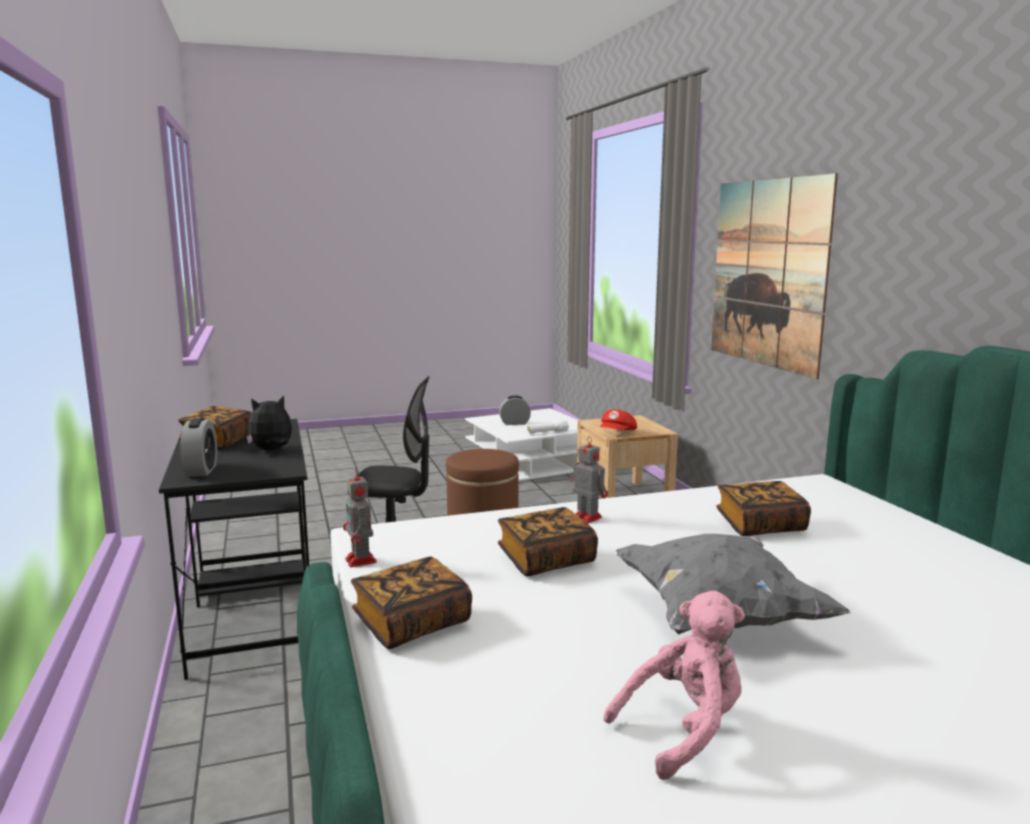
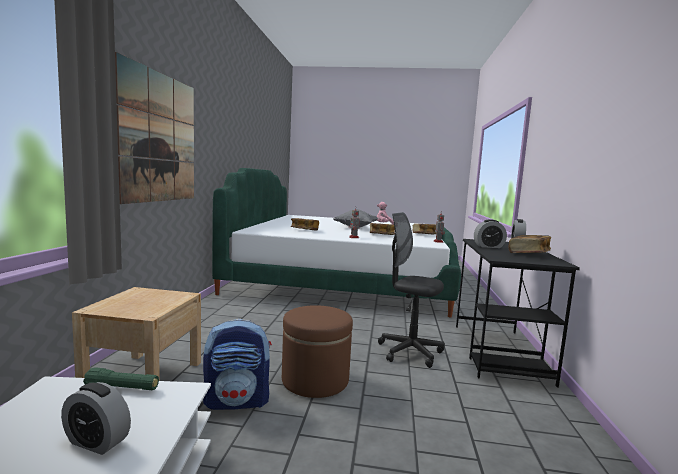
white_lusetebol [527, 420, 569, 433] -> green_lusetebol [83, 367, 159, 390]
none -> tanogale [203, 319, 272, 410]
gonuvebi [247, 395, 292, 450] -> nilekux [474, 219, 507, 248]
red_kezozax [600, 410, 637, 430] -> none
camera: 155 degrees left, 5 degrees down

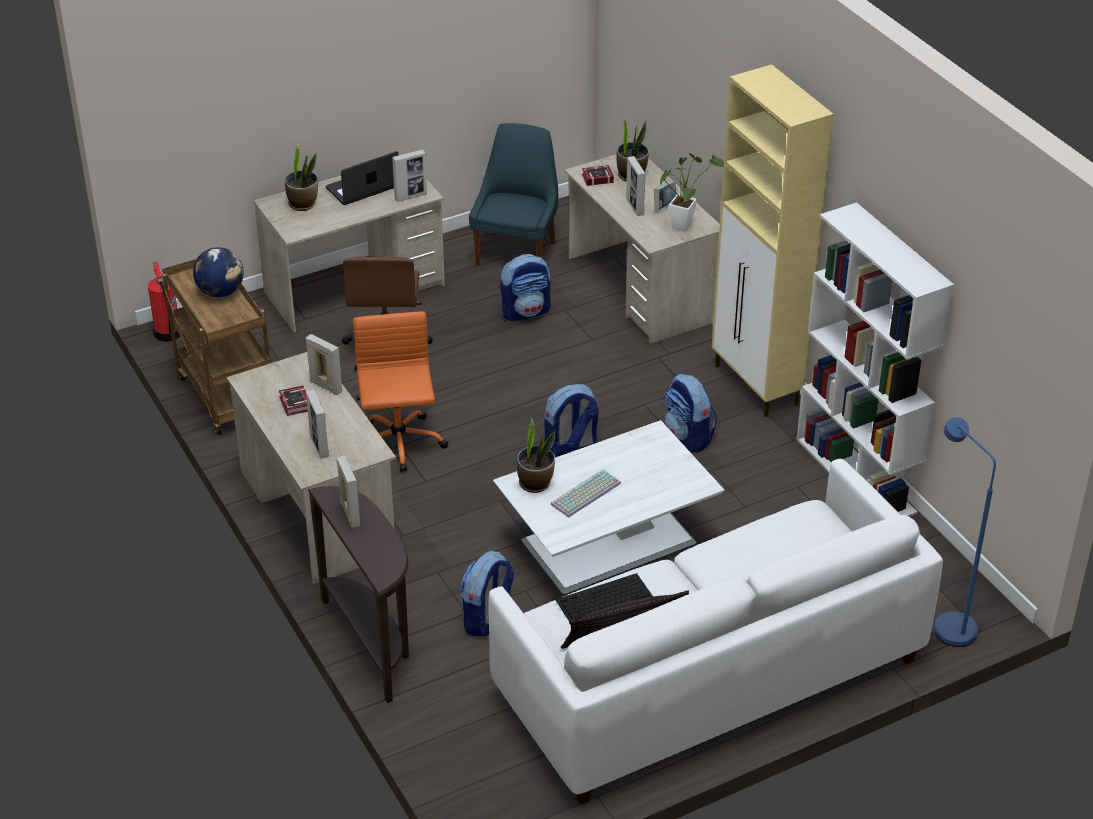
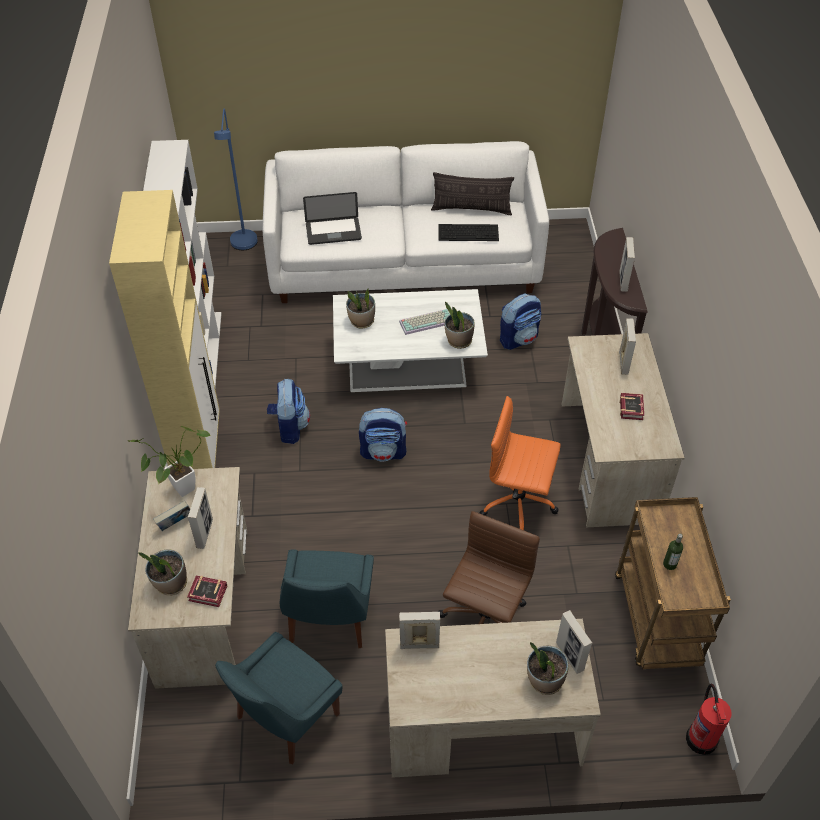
tanogale [500, 254, 551, 321] -> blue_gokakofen [280, 549, 374, 648]
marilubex [326, 151, 398, 205] -> marilubex [303, 192, 362, 245], shifted
none -> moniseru [346, 289, 375, 329]
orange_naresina [353, 311, 449, 472] -> orange_naresina [479, 396, 561, 530], 90 degrees clockwise
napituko [305, 334, 342, 395] -> napituko [556, 610, 592, 674], shifted
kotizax [193, 247, 244, 297] -> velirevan [663, 534, 683, 570]
camera: 155 degrees left, 10 degrees up

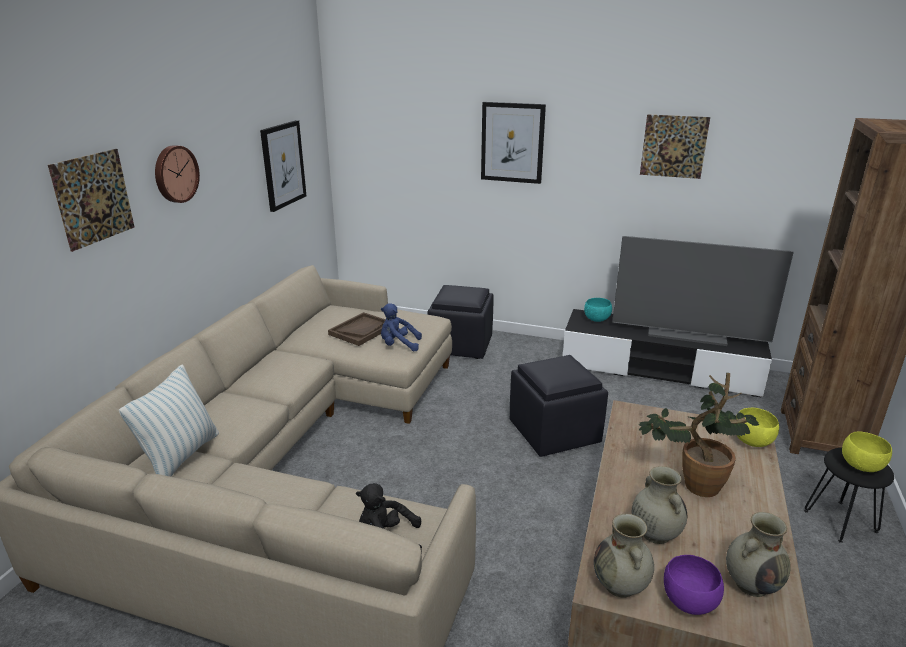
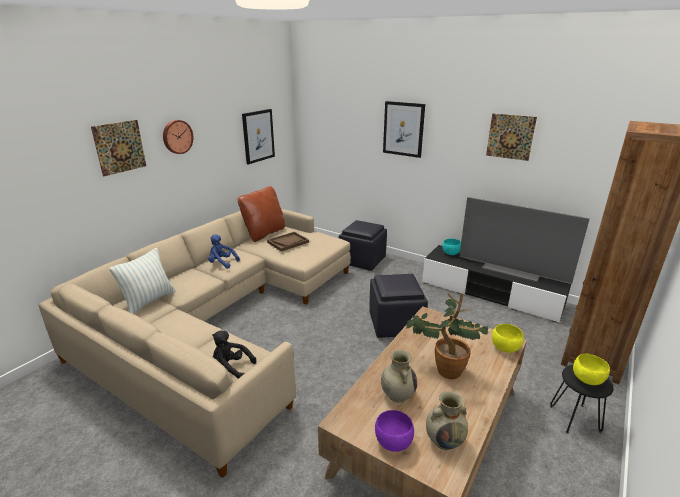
blue_gonuvebi [381, 303, 422, 351] -> blue_gonuvebi [208, 234, 240, 269], shifted
none -> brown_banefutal [238, 186, 286, 242]
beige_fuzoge [594, 513, 654, 597] -> none
camera: 15 degrees right, 0 degrees up

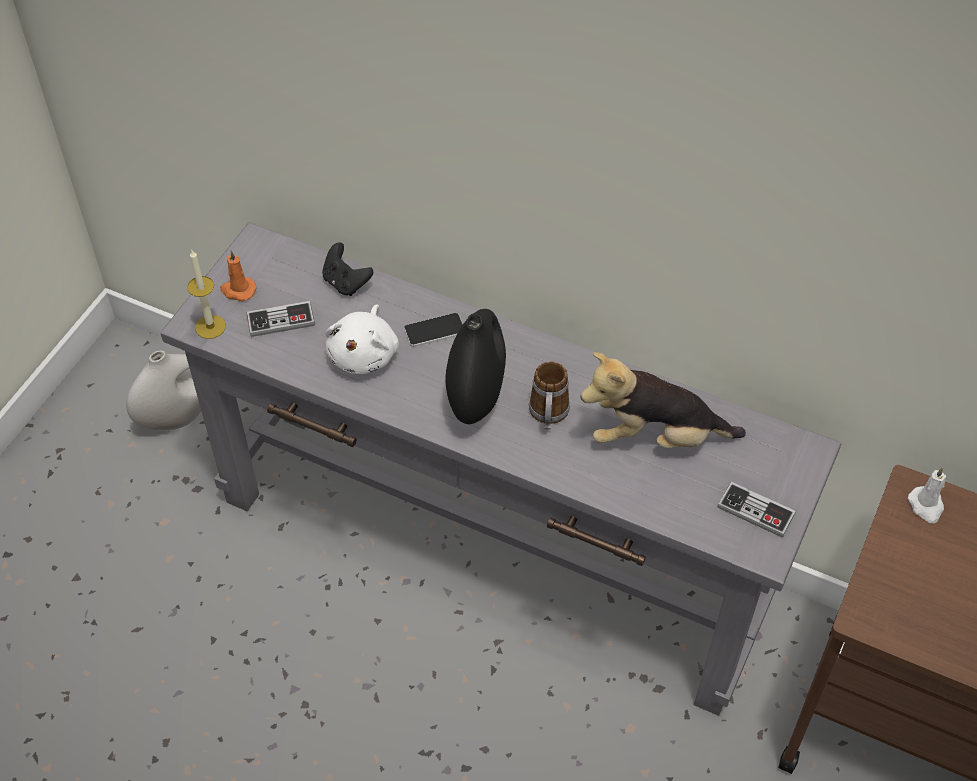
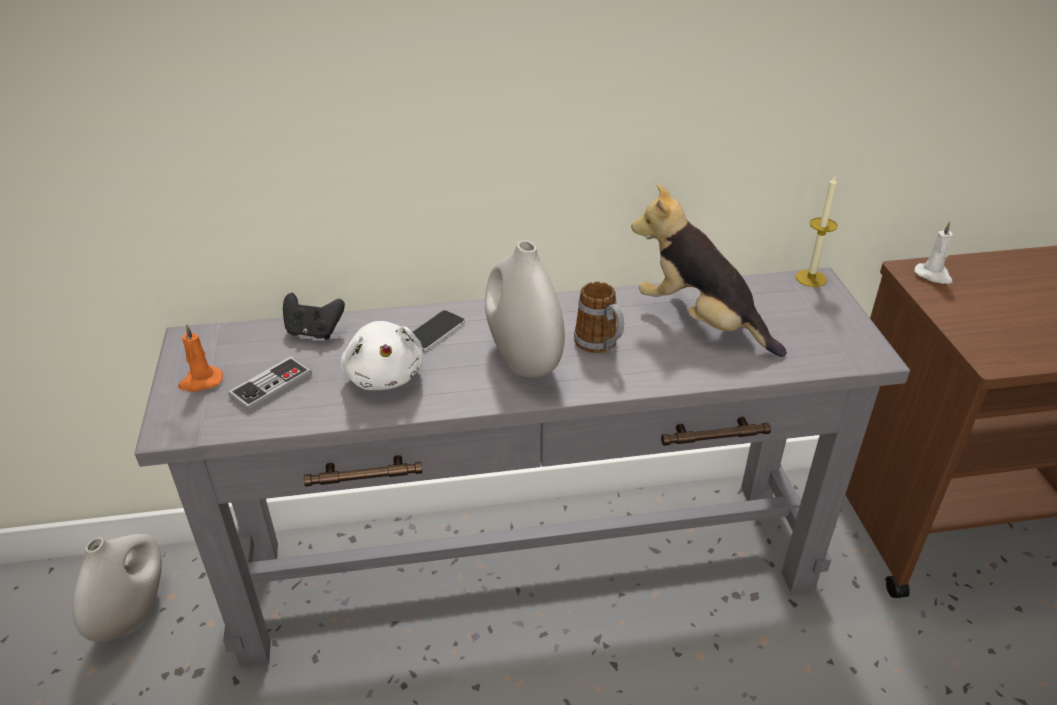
black_fuzoge [446, 309, 506, 424] -> white_fuzoge [485, 240, 565, 378]
gonuvebi [581, 352, 746, 448] -> gonuvebi [631, 184, 787, 357], 75 degrees clockwise
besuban [187, 250, 226, 339] -> besuban [796, 176, 838, 287], shifted
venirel [717, 482, 796, 538] -> none
camera: 35 degrees left, 15 degrees down

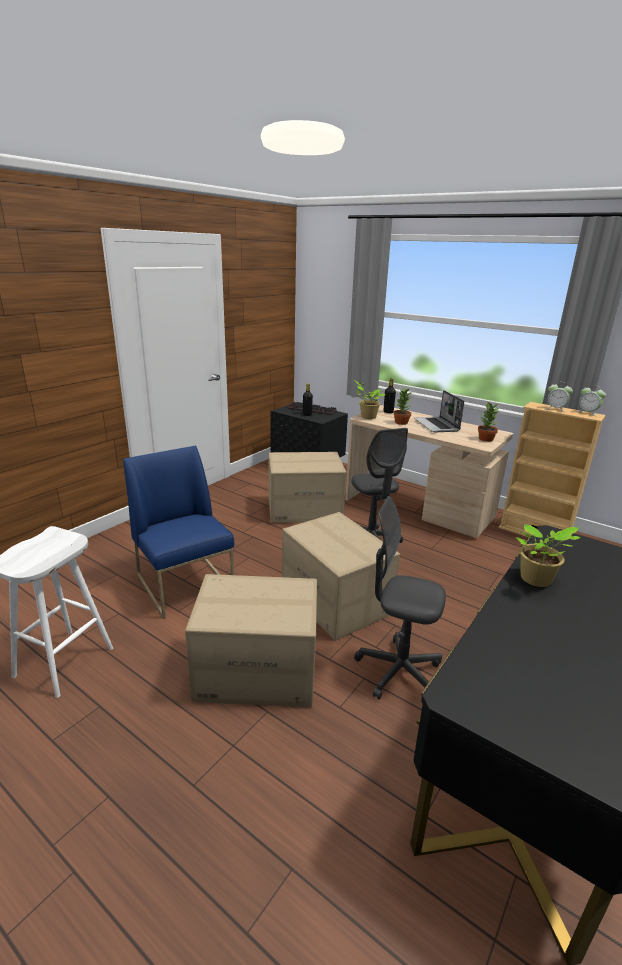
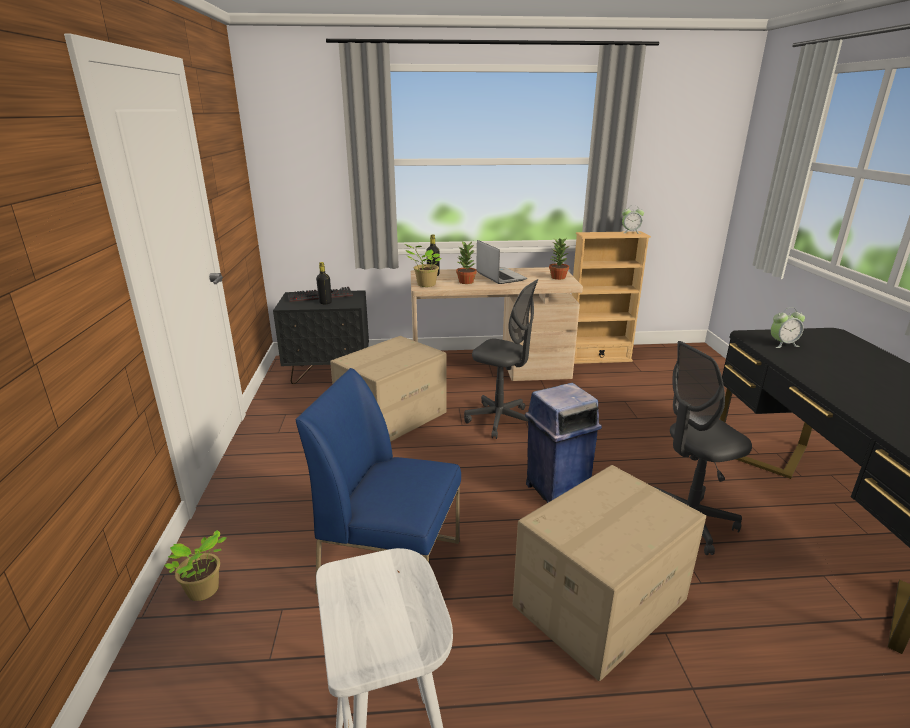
moniseru [516, 524, 580, 587] -> moniseru [164, 530, 226, 601], shifted
marilubex [414, 390, 464, 433] -> marilubex [476, 240, 527, 284], 150 degrees counterclockwise
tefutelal [282, 512, 400, 641] -> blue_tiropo [525, 383, 602, 503]
nilekux [547, 384, 573, 412] -> nilekux [771, 307, 805, 348], shifted
camera: 40 degrees left, 0 degrees up

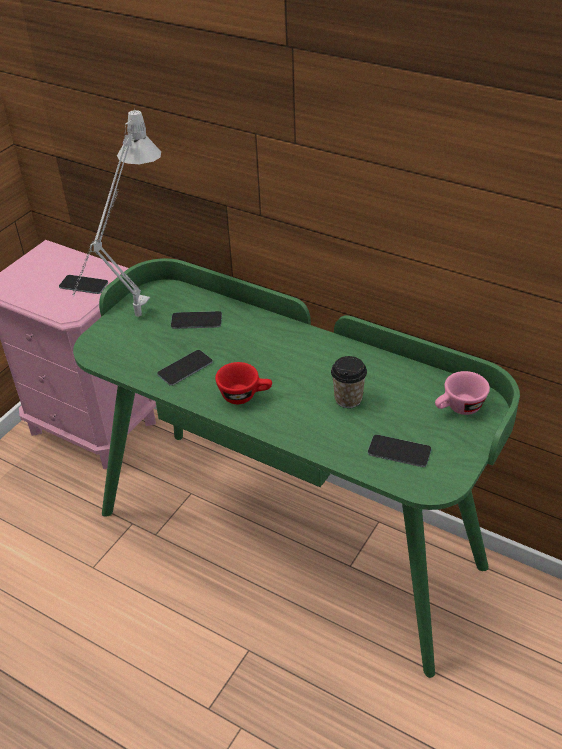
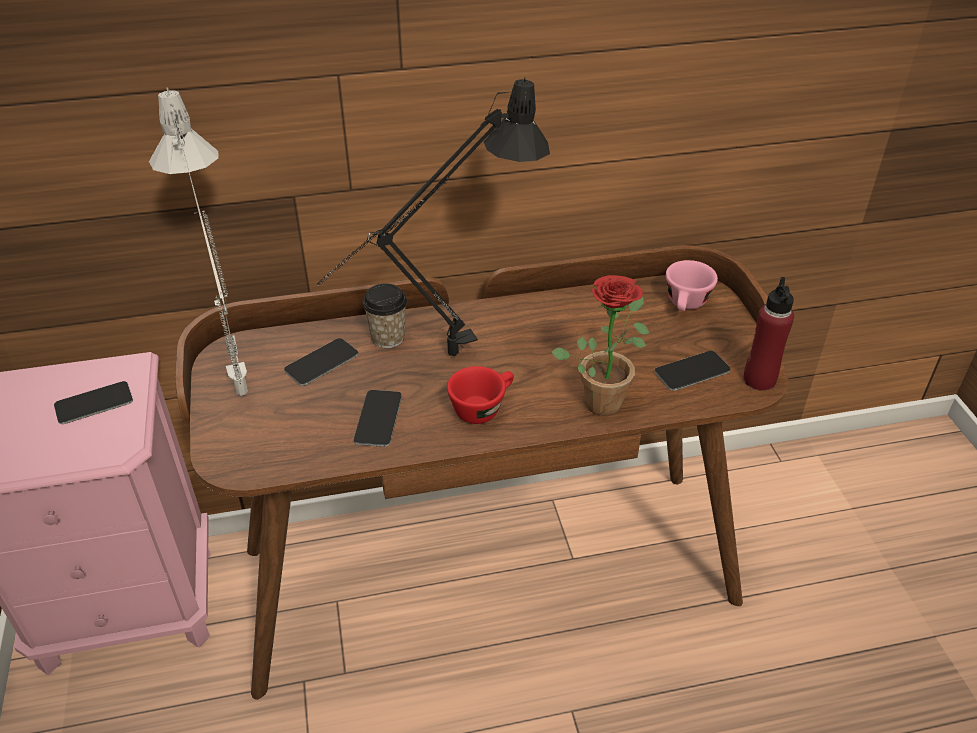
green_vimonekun [73, 258, 520, 678] -> brown_vimonekun [175, 245, 789, 700]
none -> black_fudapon [317, 78, 550, 356]
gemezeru [331, 356, 367, 408] -> gemezeru [363, 283, 407, 348], shifted
none -> moniseru [552, 275, 649, 416]
none -> red_velirevan [743, 277, 794, 391]
camera: 45 degrees left, 0 degrees up

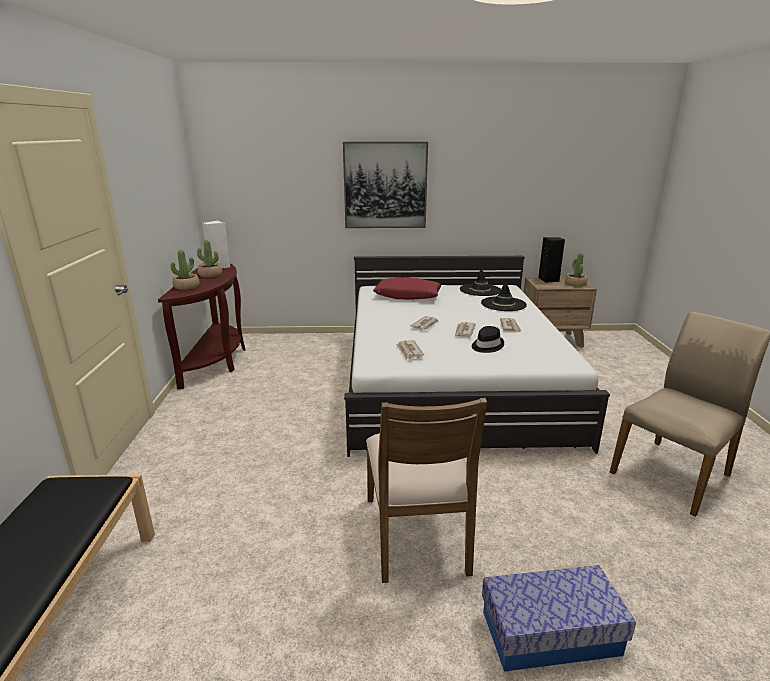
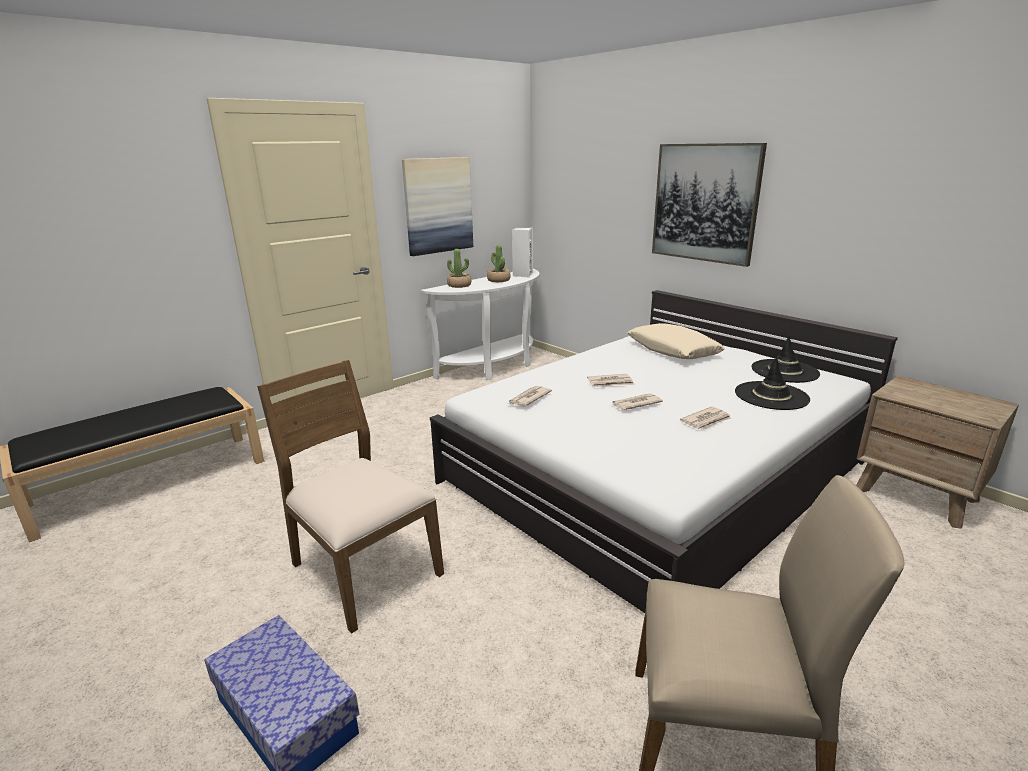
brown_gokakofen [366, 398, 487, 583] -> brown_gokakofen [257, 360, 444, 633], 90 degrees clockwise
none -> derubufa [402, 157, 473, 256]
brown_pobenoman [158, 262, 246, 389] -> white_pobenoman [421, 269, 540, 380]
red_banefutal [373, 278, 441, 299] -> beige_banefutal [628, 323, 725, 359]
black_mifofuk [472, 326, 504, 353] -> none
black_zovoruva [538, 237, 565, 283] -> none
moniseru [565, 253, 588, 287] -> none
camera: 50 degrees right, 0 degrees up

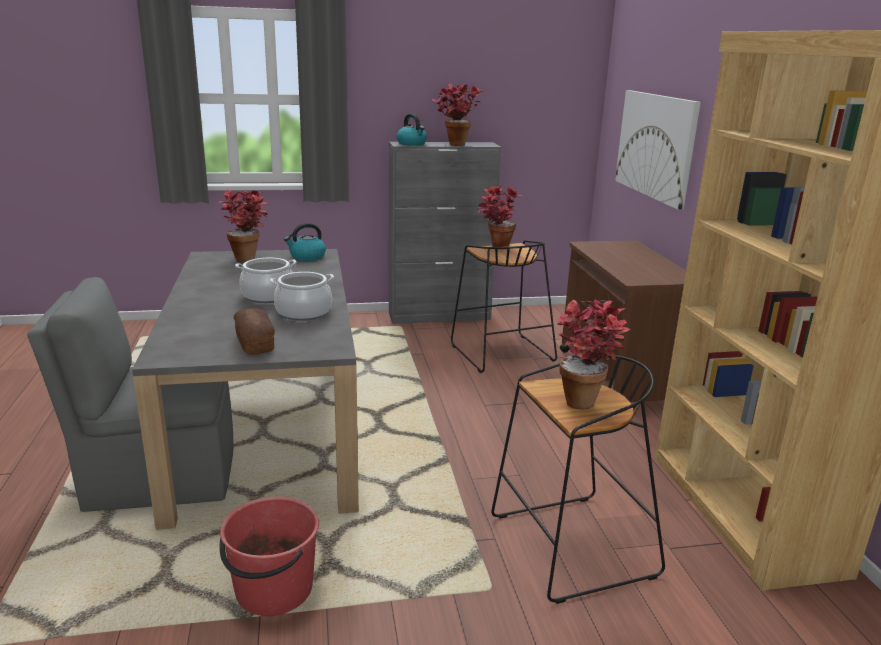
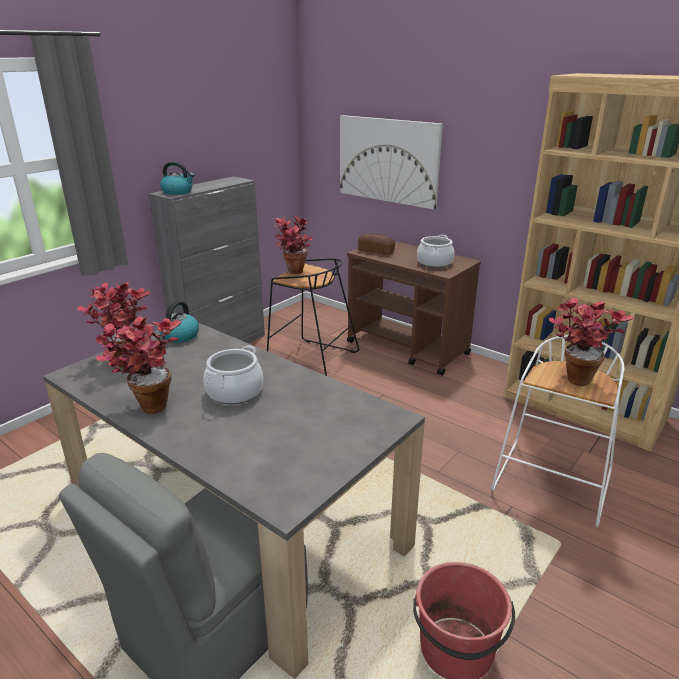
moniseru [432, 84, 485, 146] -> moniseru [95, 316, 182, 414], shifted
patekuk [234, 308, 275, 354] -> patekuk [358, 234, 395, 255], shifted
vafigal [270, 272, 334, 321] -> vafigal [417, 235, 454, 268], shifted
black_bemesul [491, 355, 665, 604] -> white_bemesul [491, 335, 624, 527]
camera: 40 degrees left, 5 degrees up

